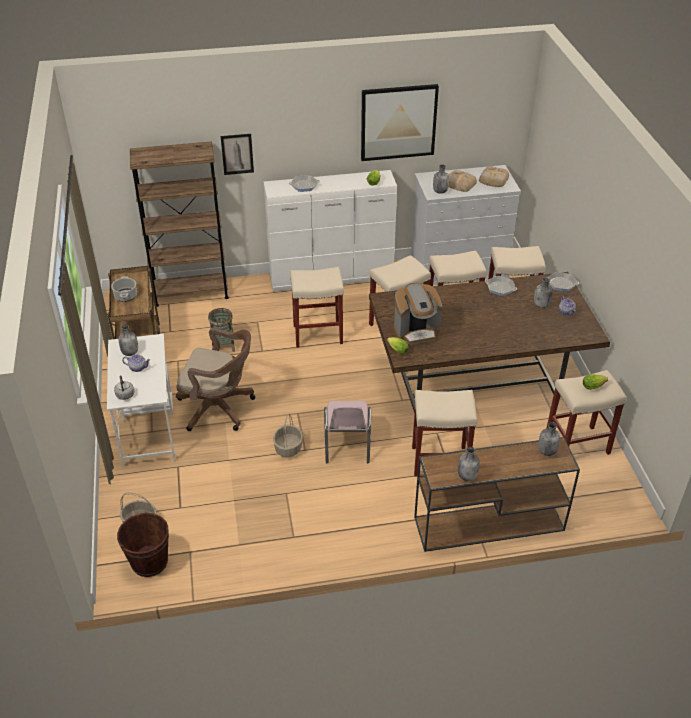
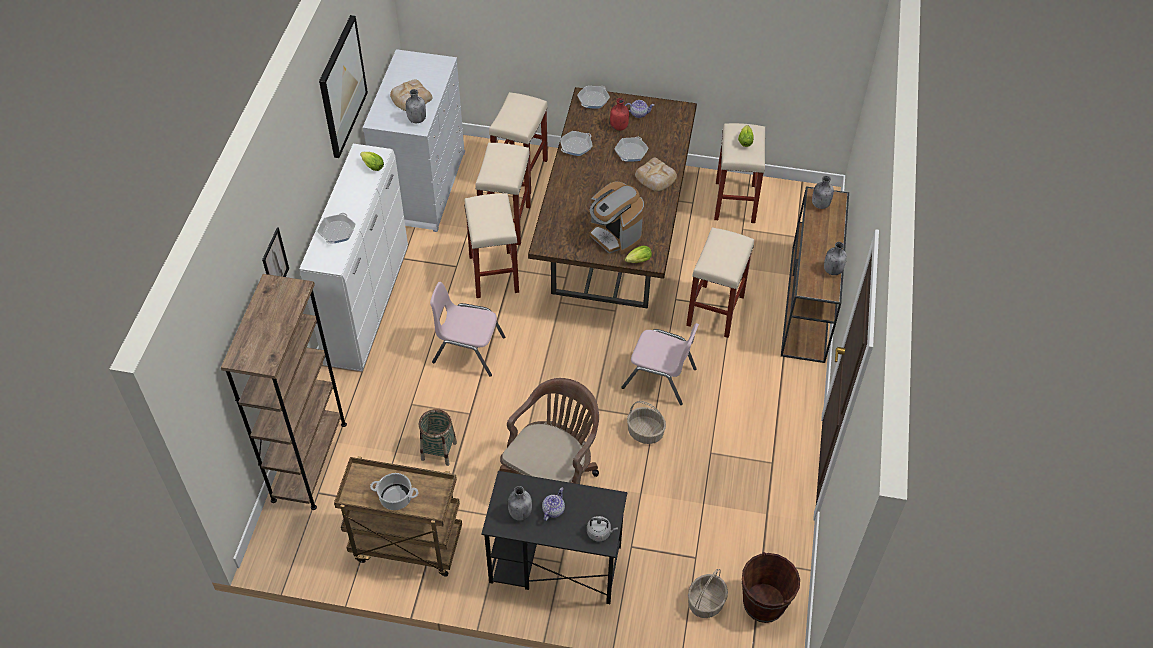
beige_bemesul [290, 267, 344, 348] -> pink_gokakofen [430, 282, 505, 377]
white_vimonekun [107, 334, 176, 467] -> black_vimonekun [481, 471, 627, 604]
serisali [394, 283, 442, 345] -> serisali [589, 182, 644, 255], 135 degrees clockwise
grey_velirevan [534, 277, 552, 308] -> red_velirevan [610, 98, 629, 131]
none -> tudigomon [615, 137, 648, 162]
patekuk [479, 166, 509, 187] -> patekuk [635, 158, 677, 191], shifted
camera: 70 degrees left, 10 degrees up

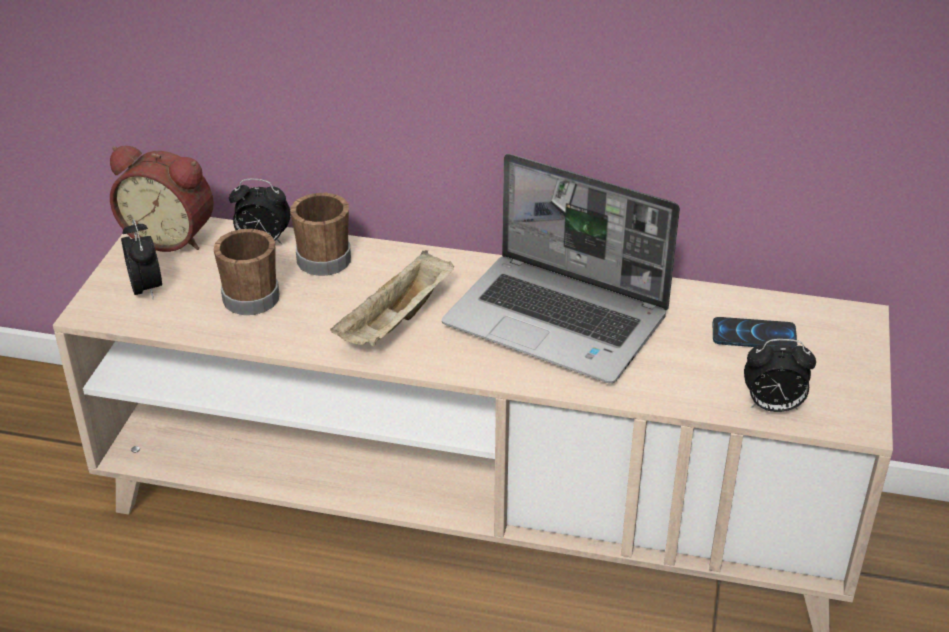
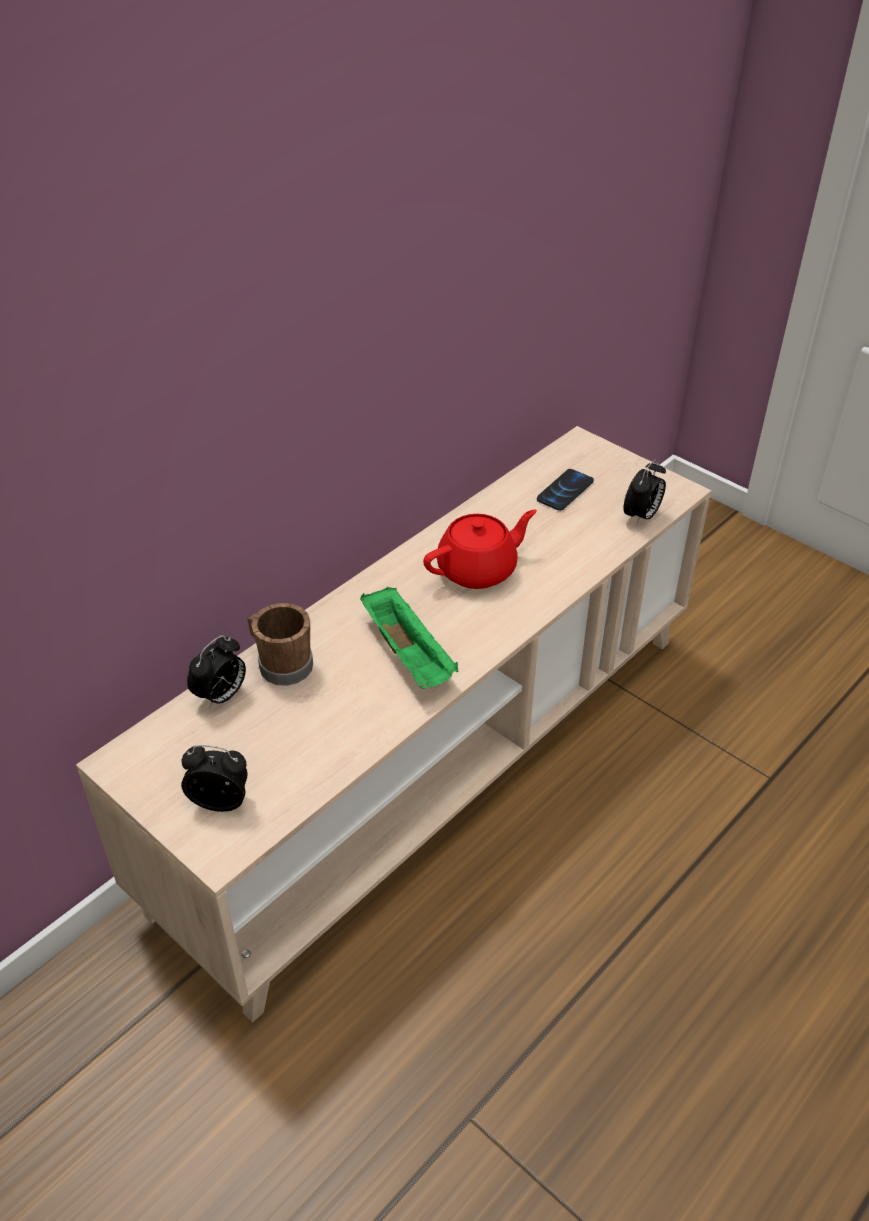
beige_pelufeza [330, 250, 454, 346] -> green_pelufeza [360, 587, 459, 689]
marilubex [442, 154, 680, 383] -> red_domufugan [423, 510, 537, 589]
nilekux [110, 146, 214, 252] -> none
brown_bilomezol [214, 229, 279, 315] -> none
camera: 60 degrees left, 5 degrees up

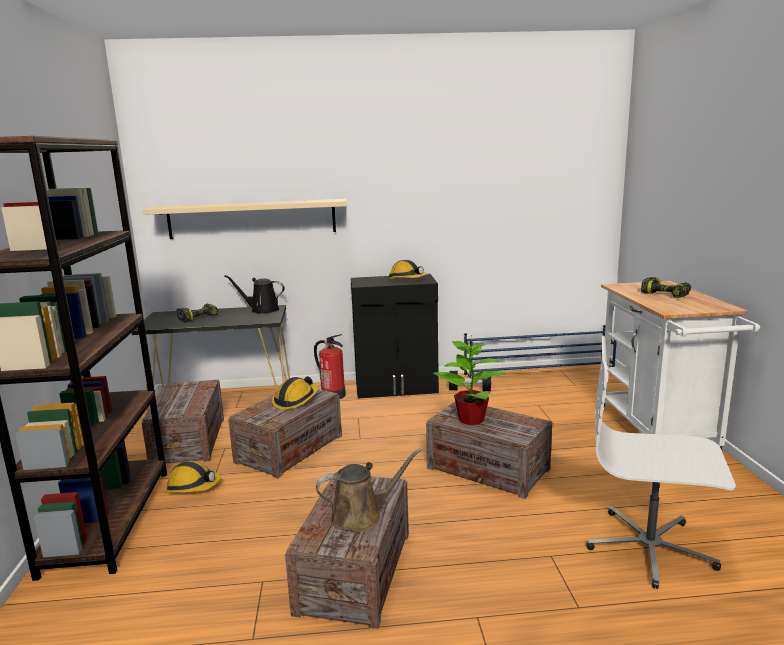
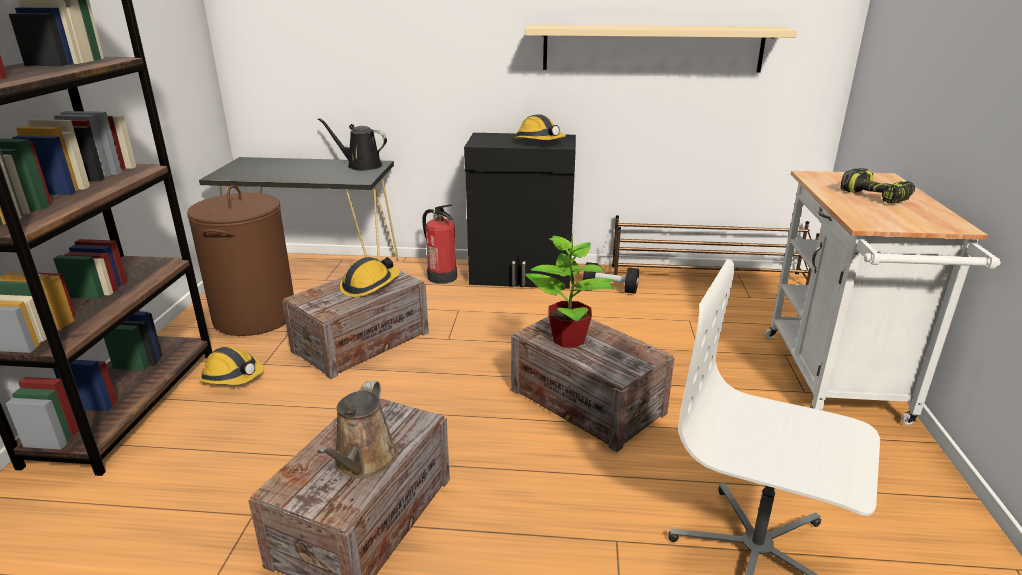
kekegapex [142, 380, 224, 463] -> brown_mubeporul [187, 185, 294, 336]
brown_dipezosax [316, 449, 421, 532] -> brown_dipezosax [317, 381, 398, 478], 105 degrees clockwise
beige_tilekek [143, 199, 347, 239] -> beige_tilekek [525, 25, 797, 73], shifted
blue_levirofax [464, 325, 617, 378] -> brown_levirofax [612, 215, 819, 285]
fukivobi [177, 304, 218, 323] -> none
camera: 10 degrees right, 10 degrees up

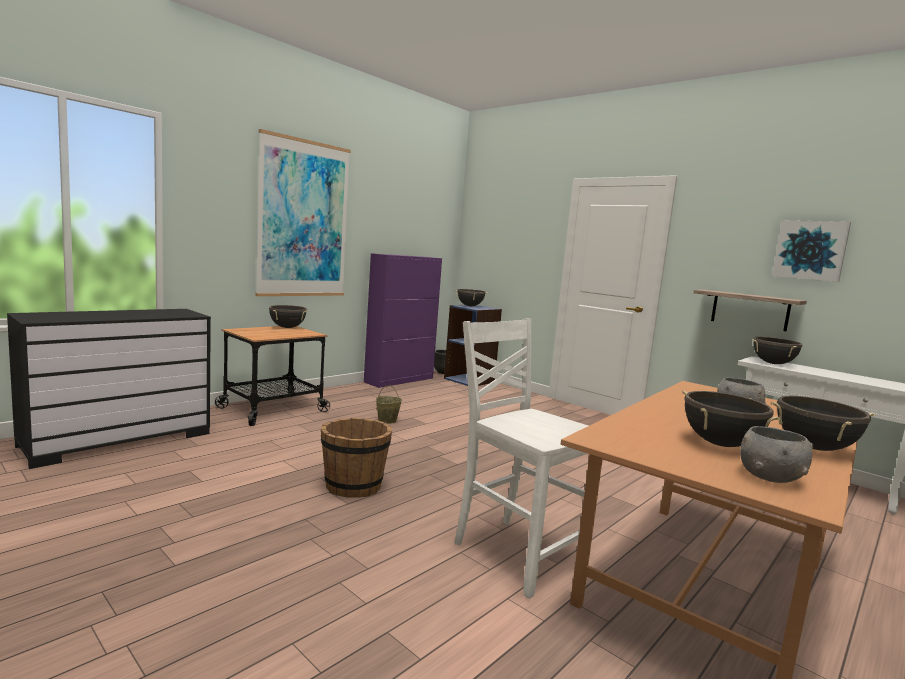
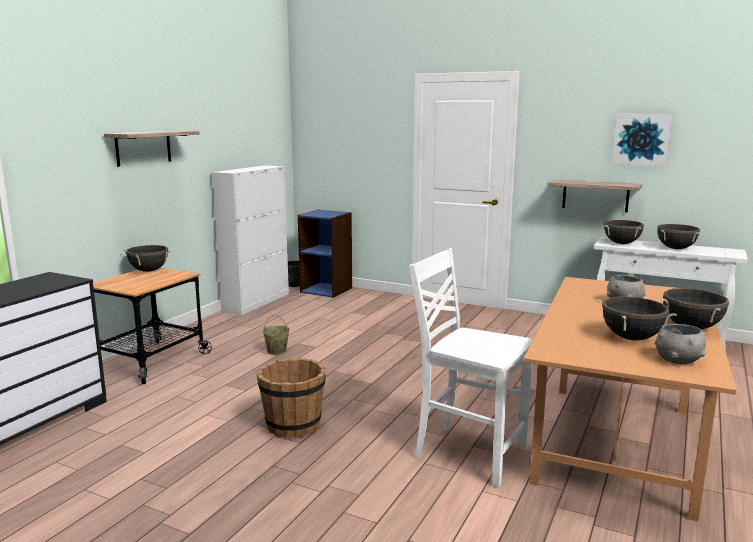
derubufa [255, 129, 351, 296] -> tilekek [104, 130, 200, 167]
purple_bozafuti [364, 253, 442, 388] -> white_bozafuti [212, 165, 289, 315]
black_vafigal [454, 289, 489, 306] -> black_vafigal [657, 224, 700, 249], shifted
camera: 15 degrees left, 5 degrees up

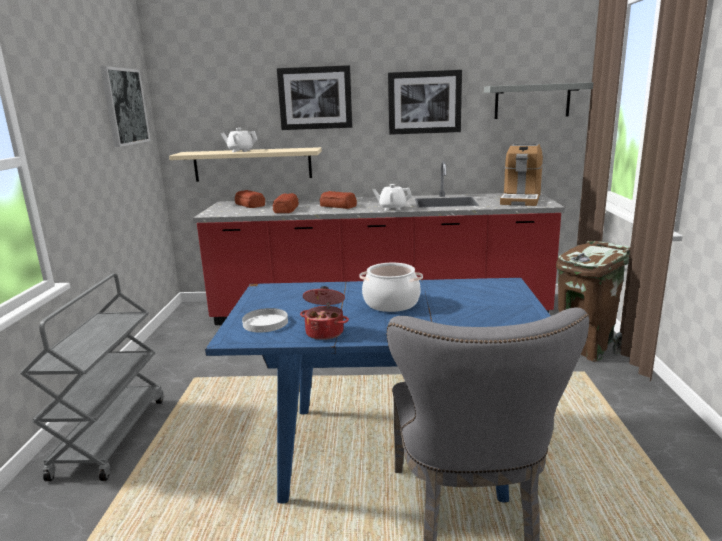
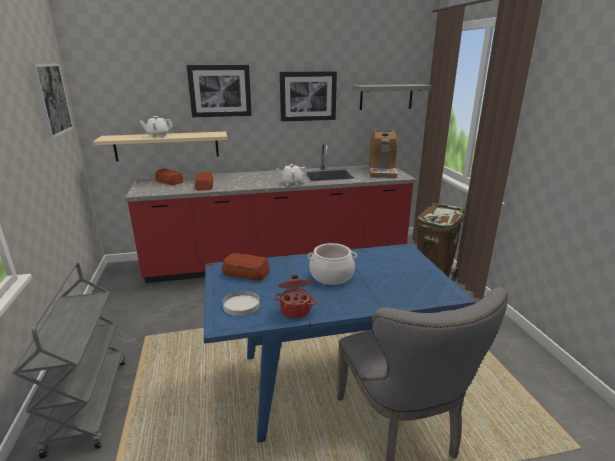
patekuk [320, 191, 357, 209] -> patekuk [222, 253, 270, 281], shifted
camera: 15 degrees left, 5 degrees up

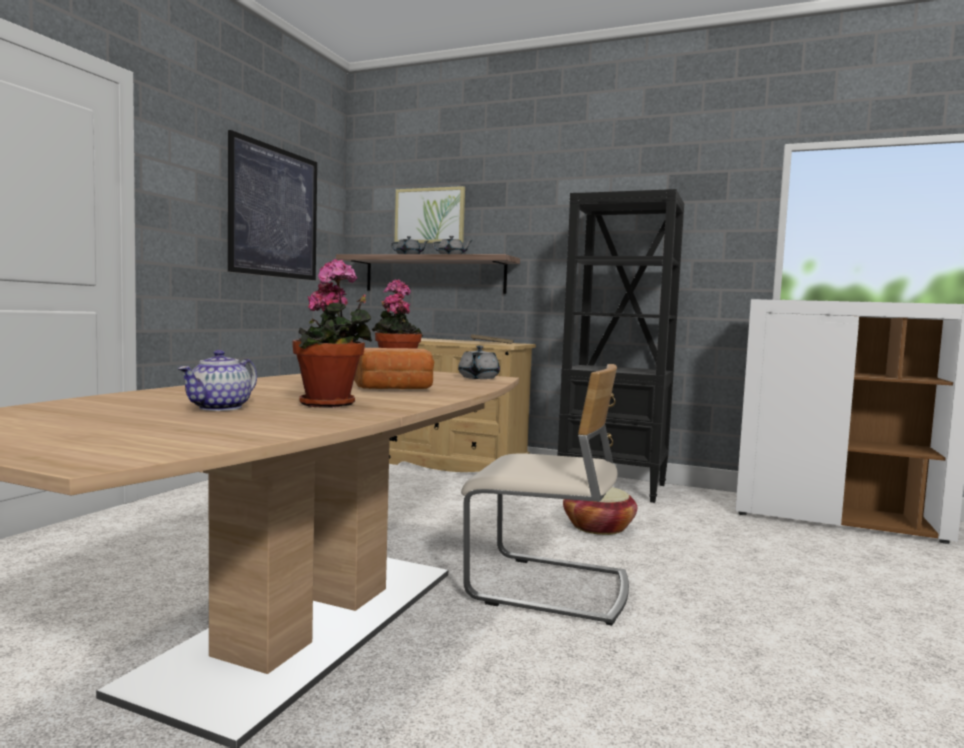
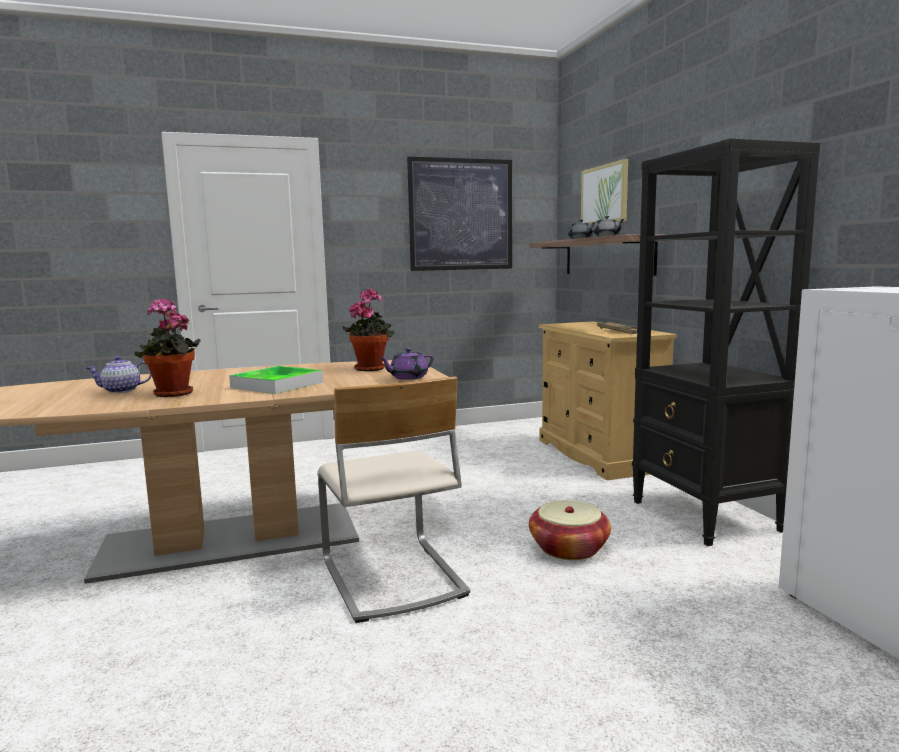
patekuk [354, 348, 434, 389] -> pelufeza [229, 366, 323, 394]
grey_domufugan [458, 345, 500, 379] -> purple_domufugan [379, 348, 434, 380]
camera: 50 degrees right, 5 degrees up

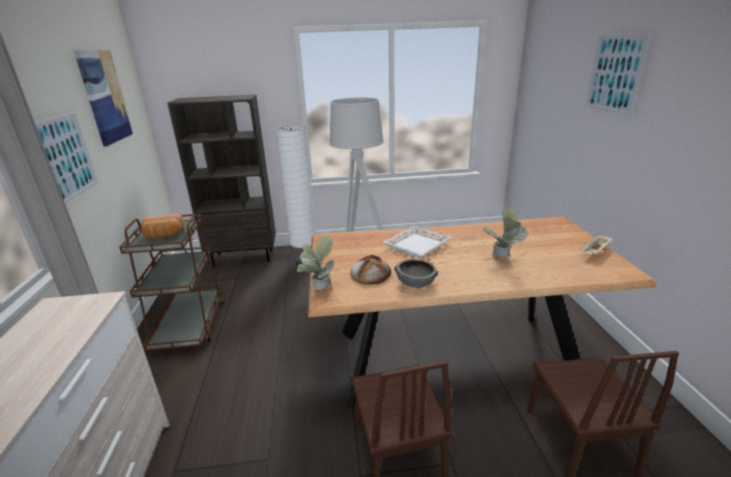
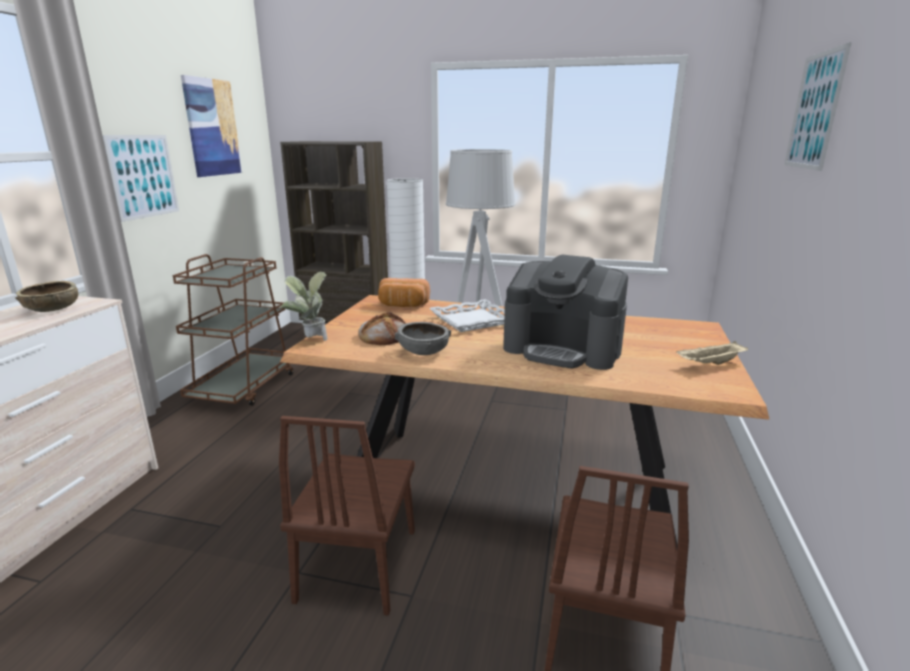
none -> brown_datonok [15, 281, 78, 312]
patekuk [141, 213, 185, 239] -> patekuk [378, 278, 430, 307], shifted
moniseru [482, 207, 528, 258] -> serisali [503, 255, 628, 370]
camera: 20 degrees right, 5 degrees down

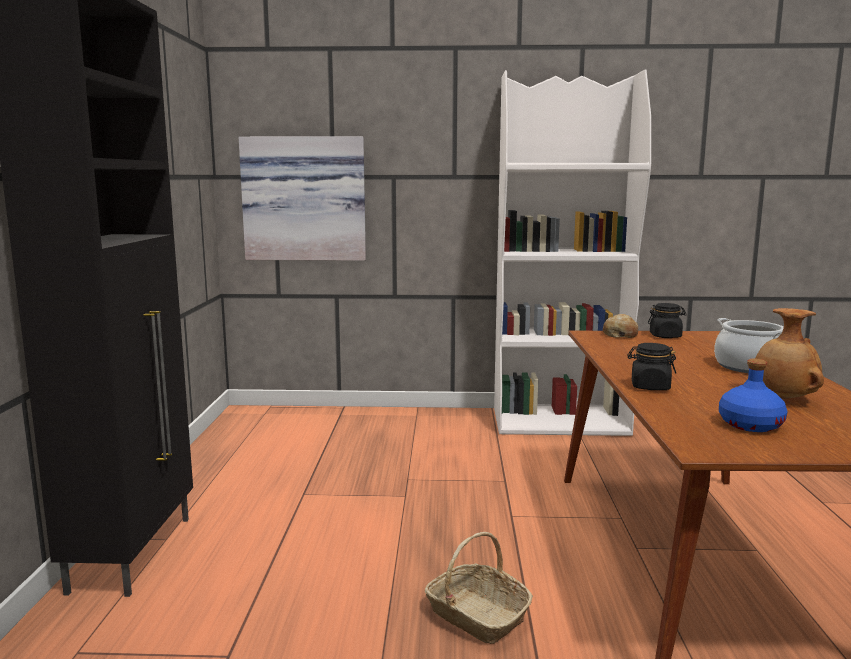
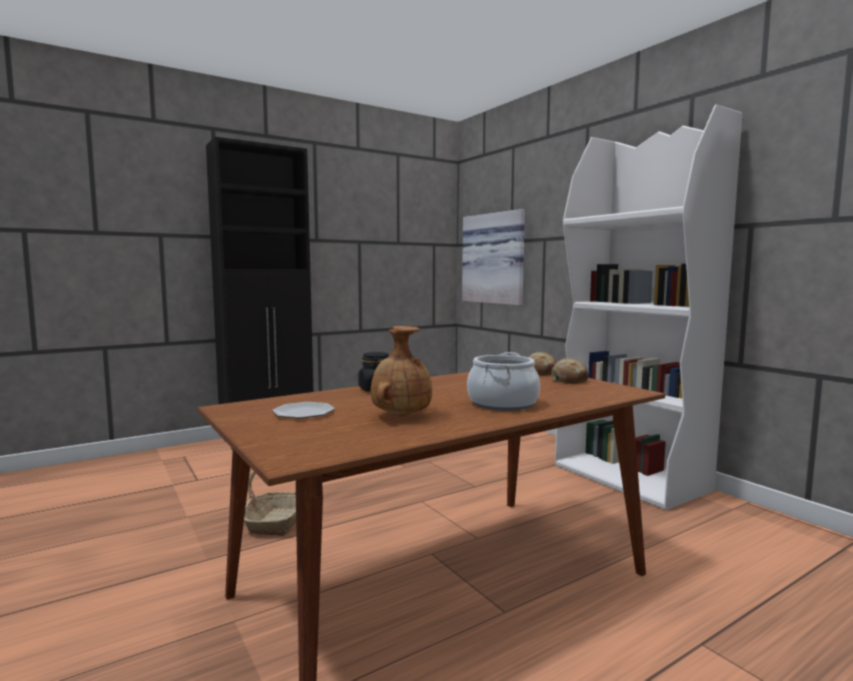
blue_velirevan [719, 359, 788, 432] -> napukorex [272, 402, 335, 419]
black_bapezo [648, 303, 687, 338] -> patekuk [551, 358, 588, 384]
camera: 55 degrees right, 5 degrees down

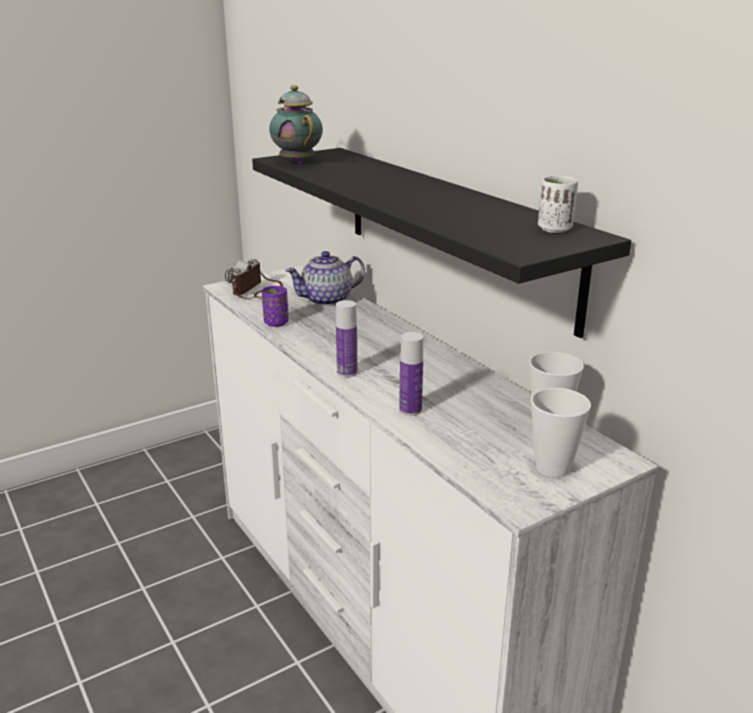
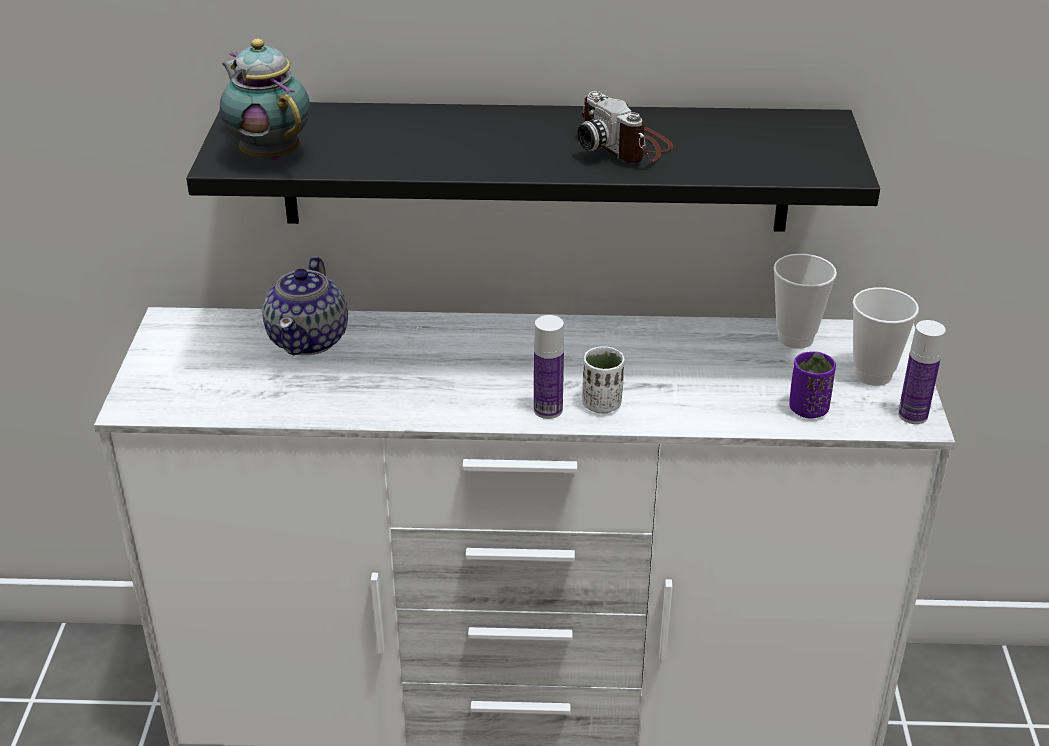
domufugan [269, 85, 323, 164] -> domufugan [220, 39, 310, 161], 45 degrees clockwise
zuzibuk [225, 259, 283, 299] -> zuzibuk [577, 91, 673, 163], shifted
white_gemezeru [538, 176, 578, 233] -> white_gemezeru [582, 346, 625, 414], shifted
purple_gemezeru [262, 286, 289, 327] -> purple_gemezeru [789, 351, 836, 419], shifted
velirevan [399, 332, 423, 416] -> velirevan [898, 320, 946, 424], shifted
camera: 55 degrees left, 10 degrees up

